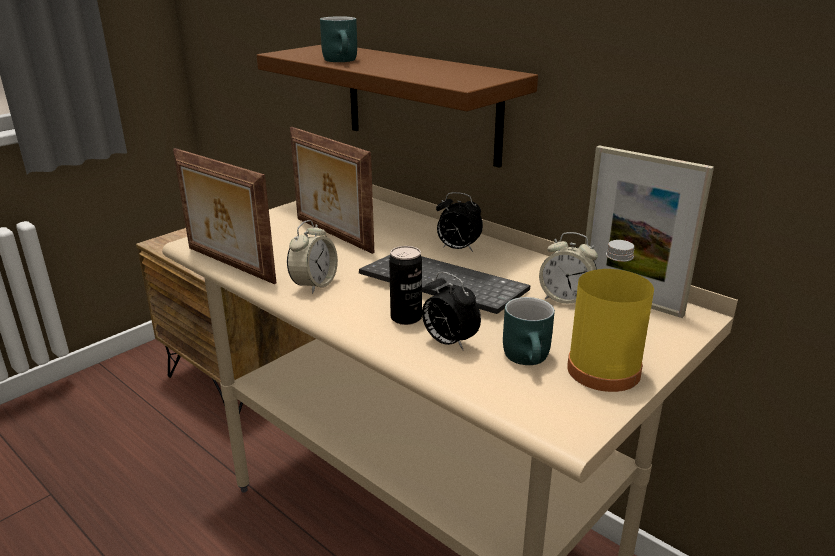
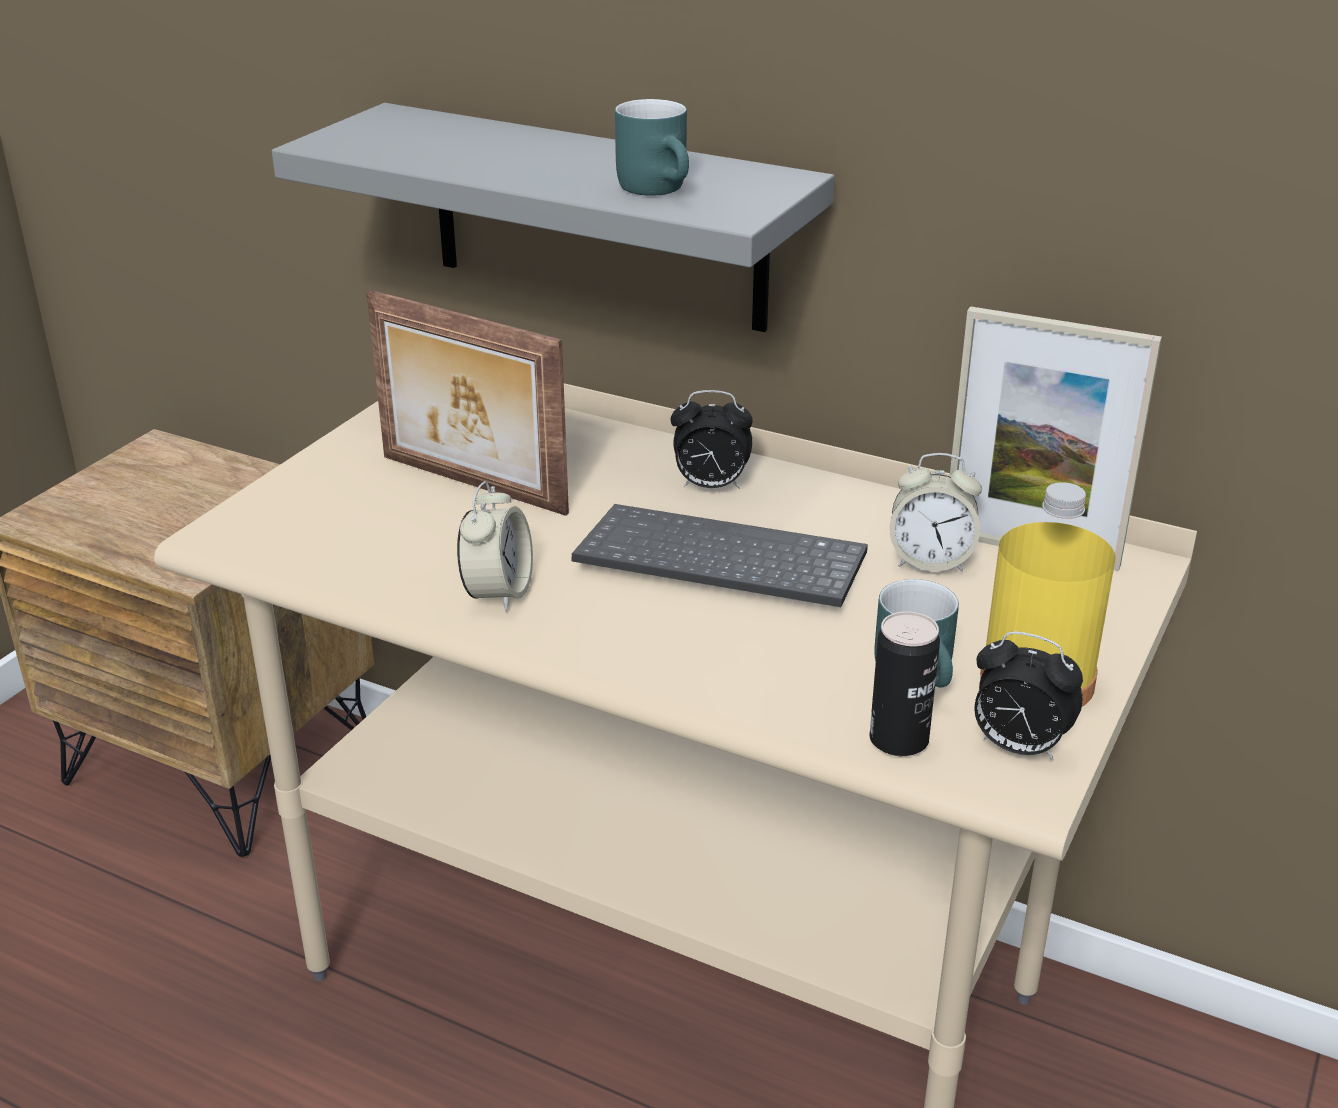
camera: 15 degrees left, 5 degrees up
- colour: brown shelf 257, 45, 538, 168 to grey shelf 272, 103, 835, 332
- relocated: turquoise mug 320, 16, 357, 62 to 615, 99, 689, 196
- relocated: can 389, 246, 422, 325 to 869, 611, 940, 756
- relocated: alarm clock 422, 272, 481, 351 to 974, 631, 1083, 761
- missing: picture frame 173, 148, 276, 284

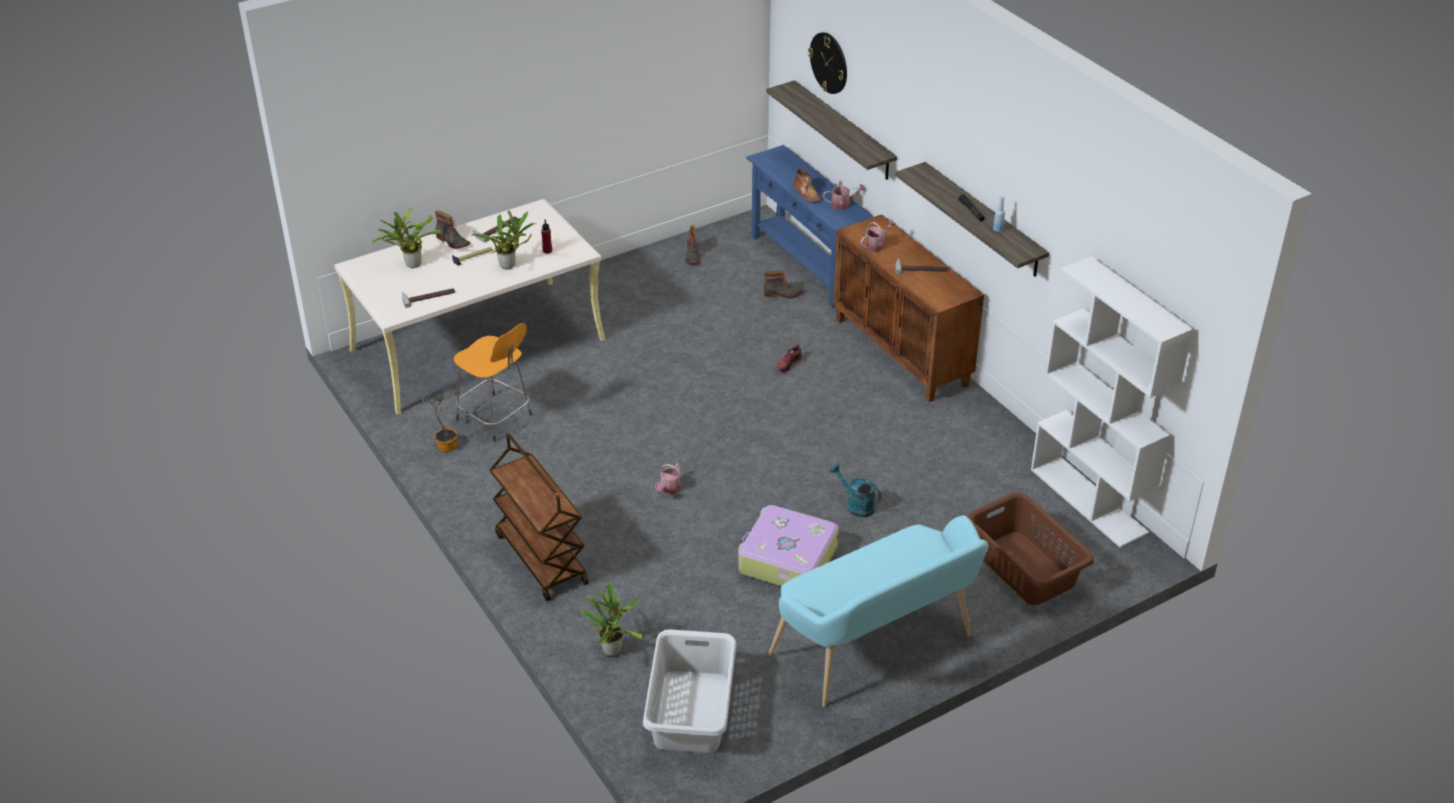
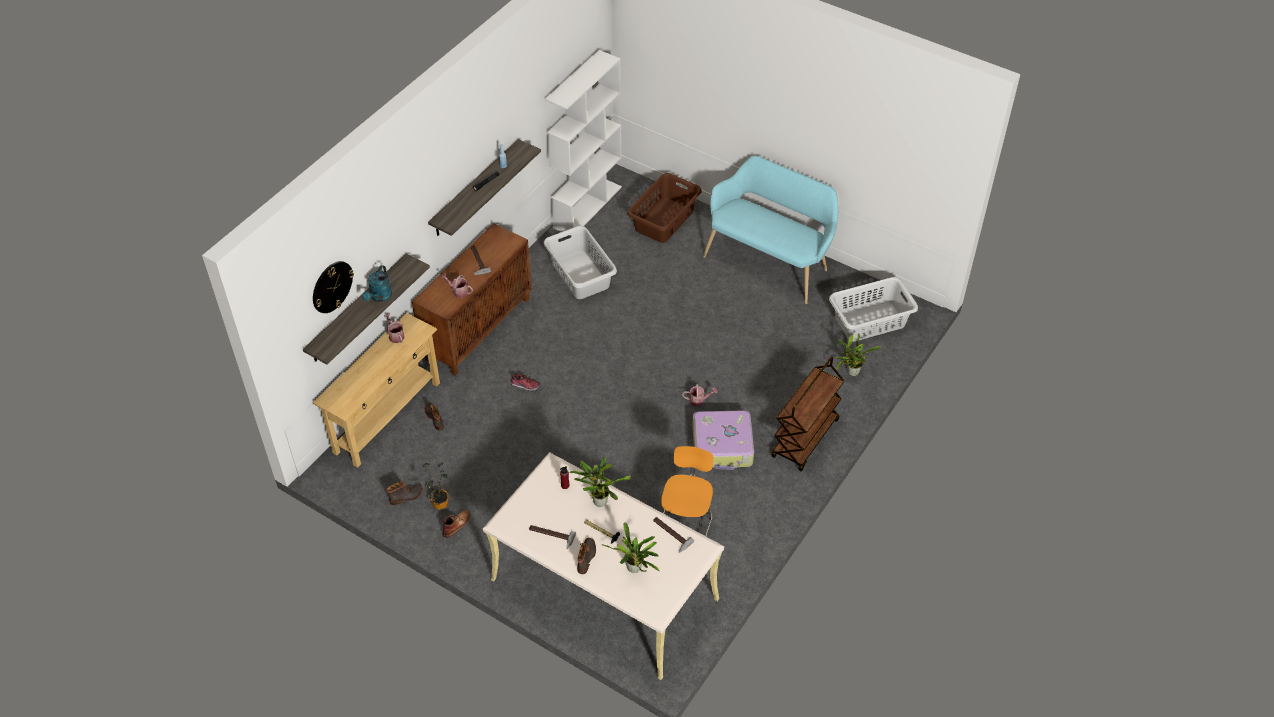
camera: 115 degrees left, 10 degrees up
- colour: blue console table 746, 145, 874, 308 to beige console table 313, 313, 440, 468
- relocated: turquoise watering can 830, 463, 881, 517 to 362, 265, 392, 302
- relocated: potted plant 421, 389, 461, 452 to 422, 463, 449, 509
- relocated: brown boot 793, 168, 821, 203 to 442, 510, 470, 538
- appeared: grey laundry basket 543, 226, 617, 299
- relocated: suitcase 738, 505, 839, 586 to 692, 410, 754, 470

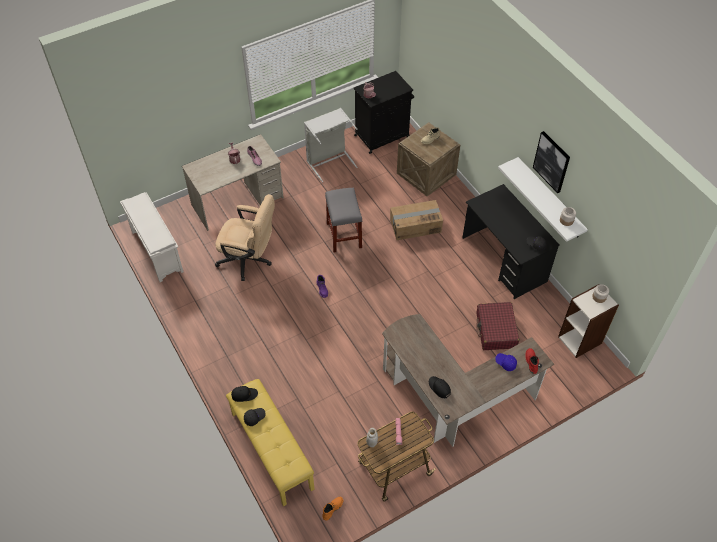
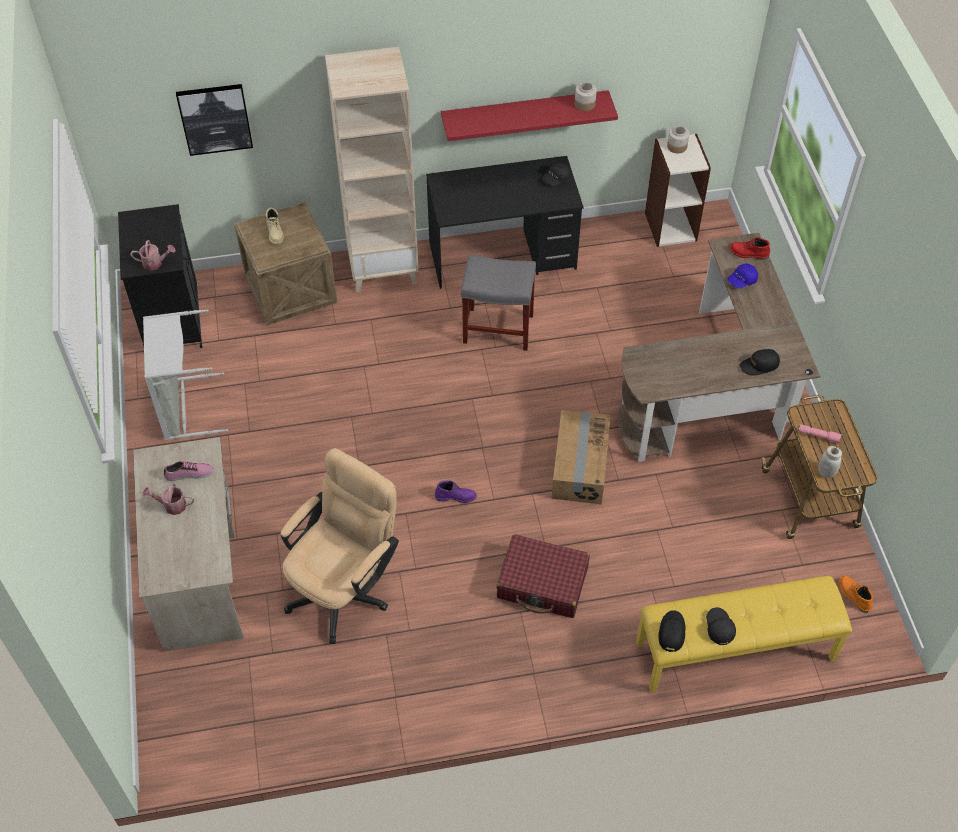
camera: 70 degrees left, 0 degrees up
- relocated: picture 533, 131, 570, 193 to 176, 84, 253, 156
- appeared: beige bookcase 325, 47, 419, 292
- colour: white shelf 498, 157, 588, 242 to red shelf 441, 90, 618, 141
- relocated: grey stool 325, 188, 362, 252 to 461, 254, 536, 351
- relocated: red suitcase 477, 302, 519, 350 to 496, 534, 590, 618
- relocated: cardboard box 390, 200, 443, 240 to 551, 410, 611, 504
- missing: white shoe rack 120, 192, 184, 282

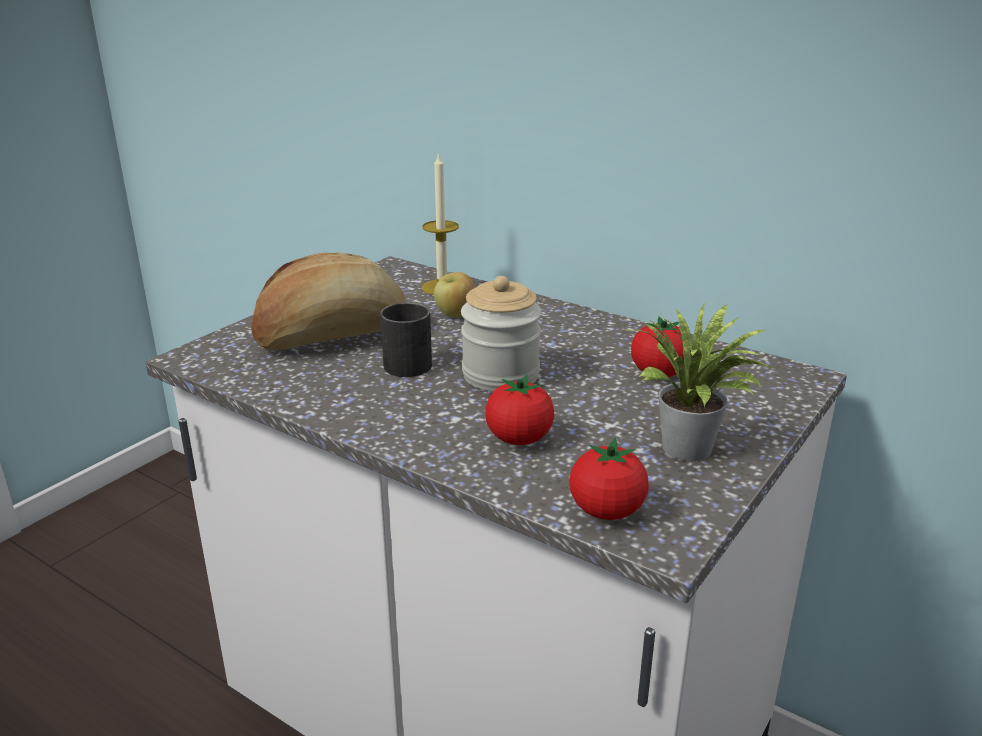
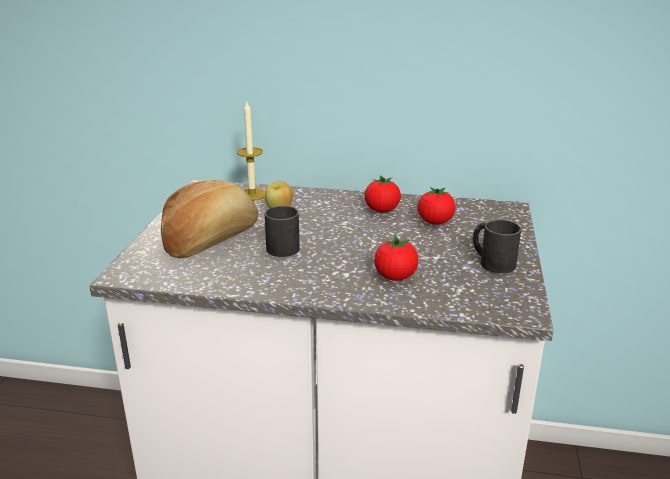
camera: 25 degrees left, 0 degrees up
- relocated: tomato 570, 438, 649, 520 to 365, 175, 401, 212
- exchanged: potted plant 627, 304, 775, 461 to black mug 473, 219, 521, 273
- missing: jar 461, 276, 542, 392

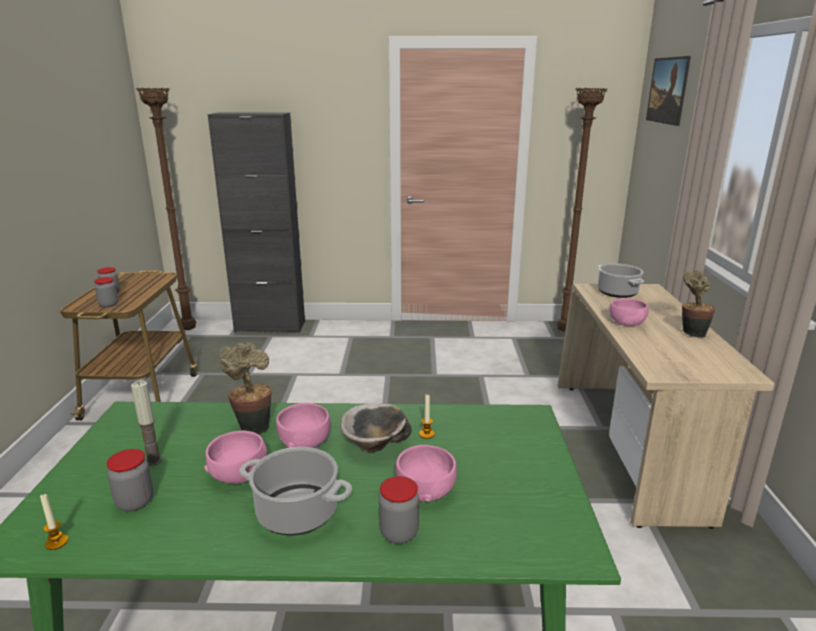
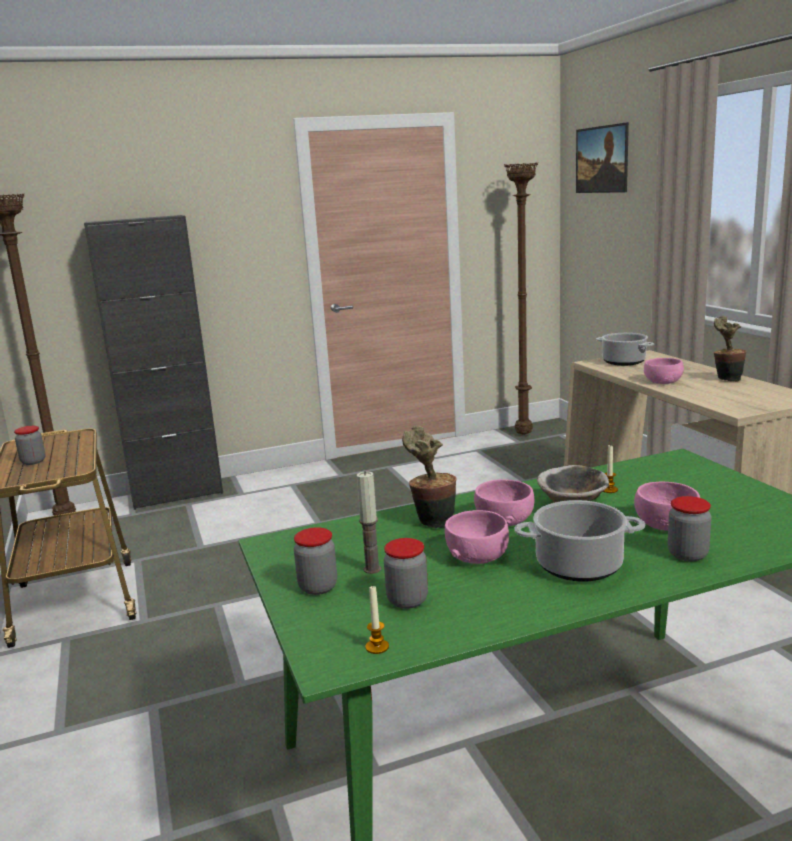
camera: 20 degrees left, 5 degrees down
- relocated: jar 94, 277, 118, 307 to 294, 527, 337, 595

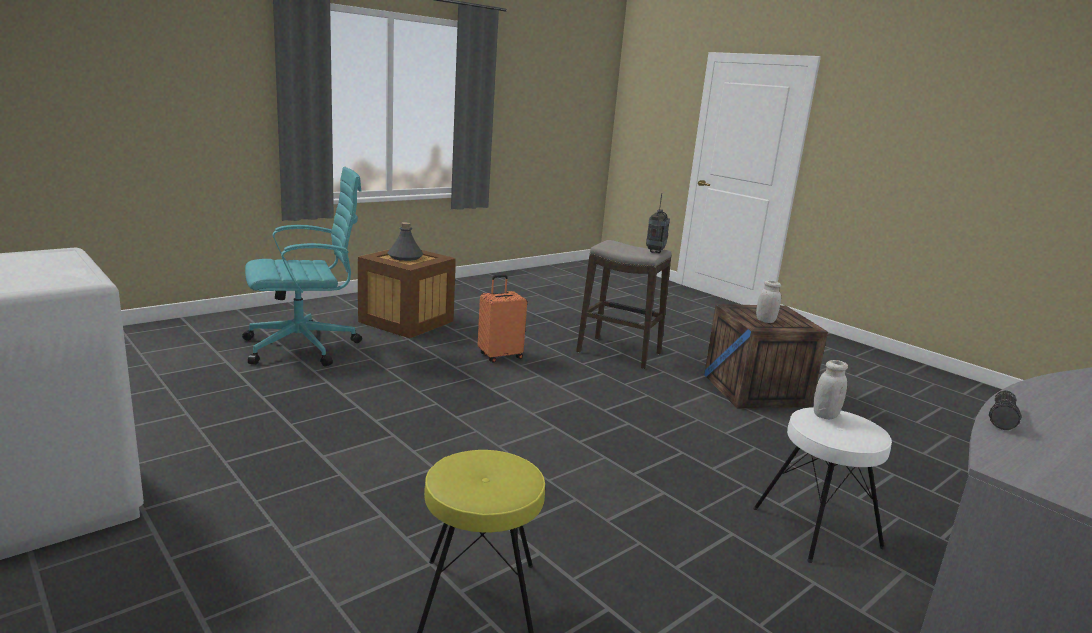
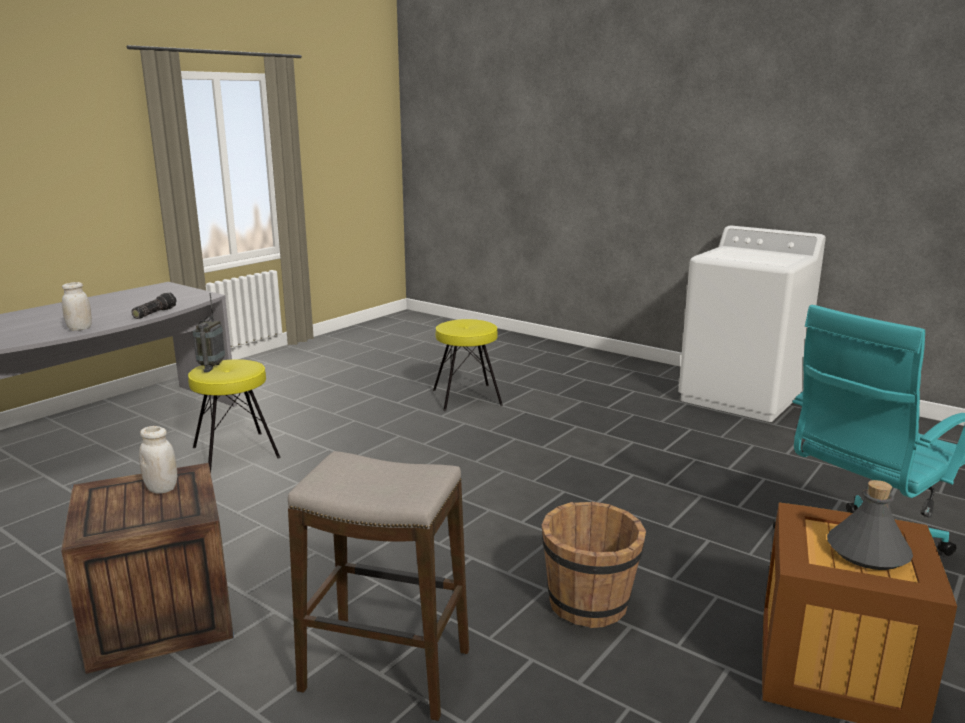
camera: 170 degrees right, 0 degrees up
- relocated: white jar 814, 360, 848, 419 to 62, 282, 92, 331
- colour: white stool 753, 407, 892, 563 to yellow stool 188, 359, 281, 473
- relocated: radio 646, 193, 670, 253 to 193, 293, 225, 372
- exchanged: orange suitcase 478, 275, 527, 363 to brown bucket 542, 502, 646, 628

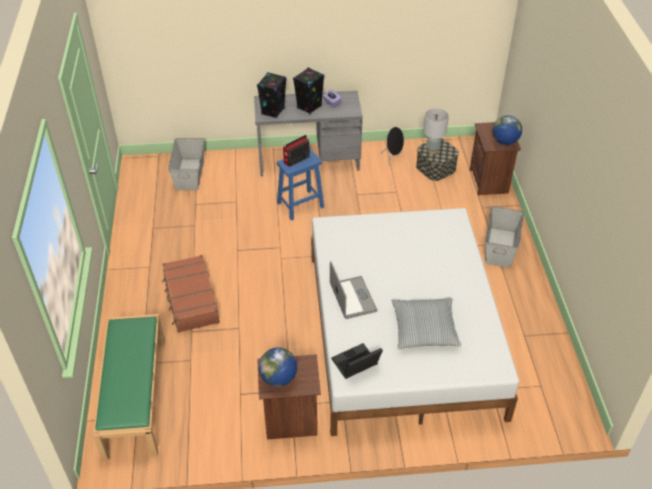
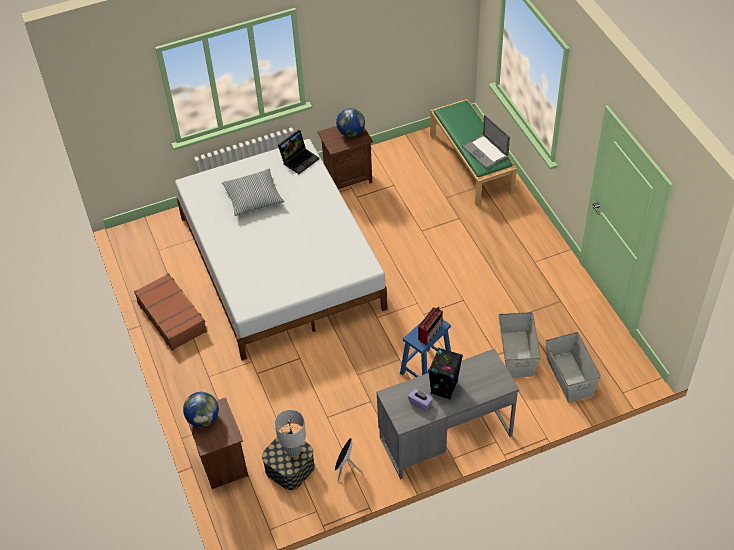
camera: 165 degrees right, 5 degrees up
- relocated: brown suitcase 162, 255, 220, 333 to 134, 273, 207, 350
- relocated: laptop 330, 261, 377, 319 to 462, 115, 510, 169
- relocated: grey storage box 485, 206, 524, 268 to 498, 312, 541, 378
- missing: black speaker 257, 72, 287, 118

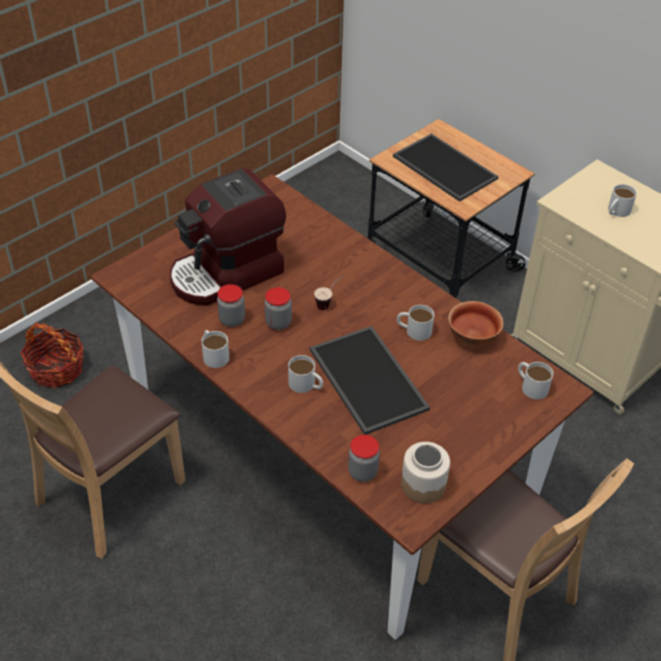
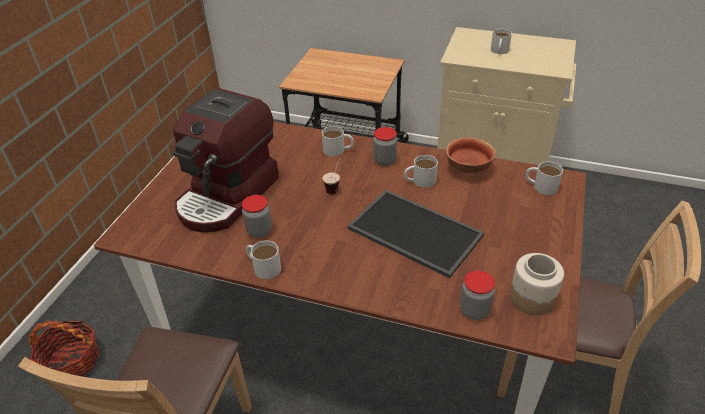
camera: 25 degrees left, 5 degrees down
- relocated: white mug 288, 355, 323, 393 to 322, 126, 354, 157
- relocated: jar 265, 287, 292, 330 to 373, 127, 397, 166
- missing: tray 393, 134, 498, 202

